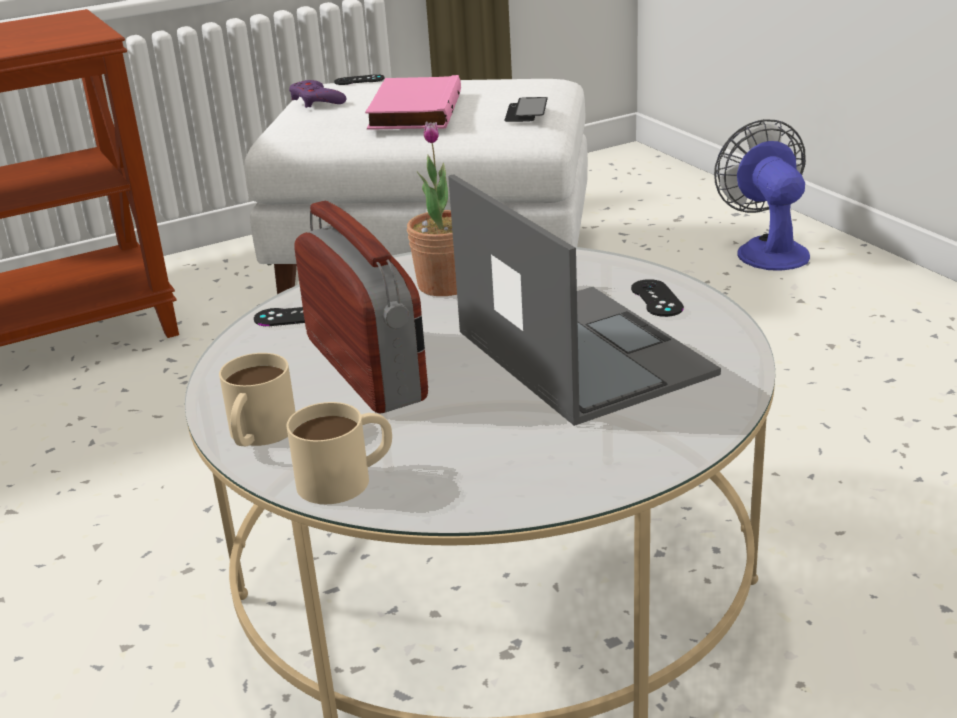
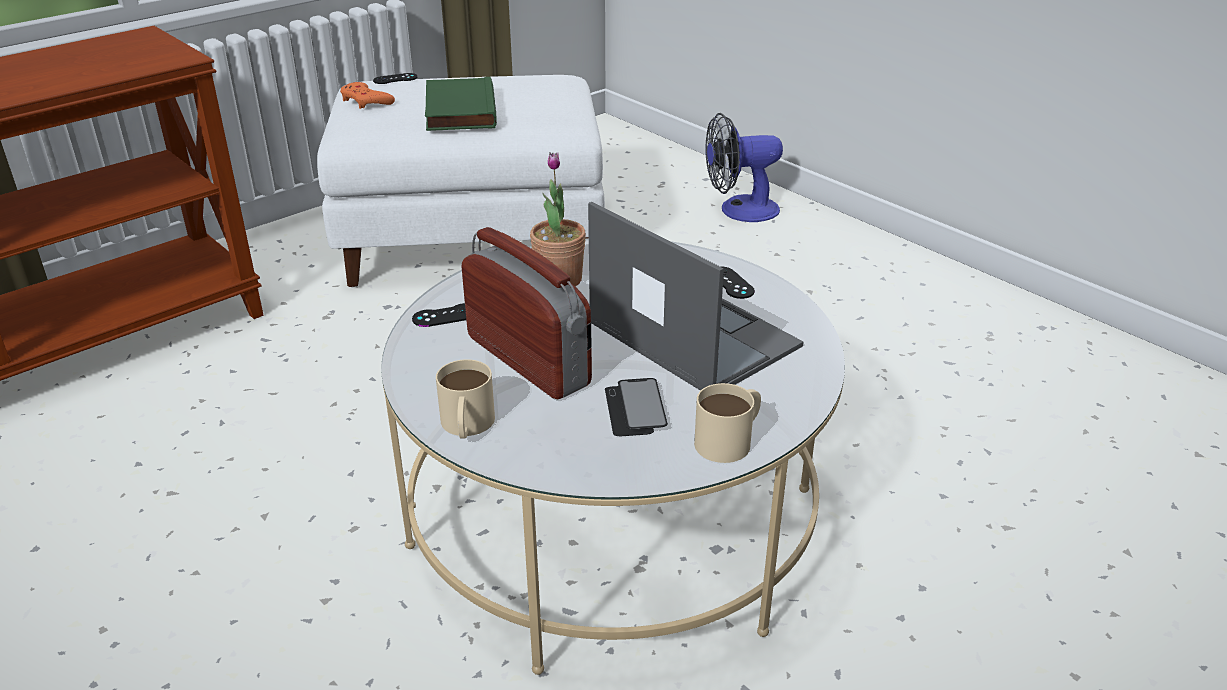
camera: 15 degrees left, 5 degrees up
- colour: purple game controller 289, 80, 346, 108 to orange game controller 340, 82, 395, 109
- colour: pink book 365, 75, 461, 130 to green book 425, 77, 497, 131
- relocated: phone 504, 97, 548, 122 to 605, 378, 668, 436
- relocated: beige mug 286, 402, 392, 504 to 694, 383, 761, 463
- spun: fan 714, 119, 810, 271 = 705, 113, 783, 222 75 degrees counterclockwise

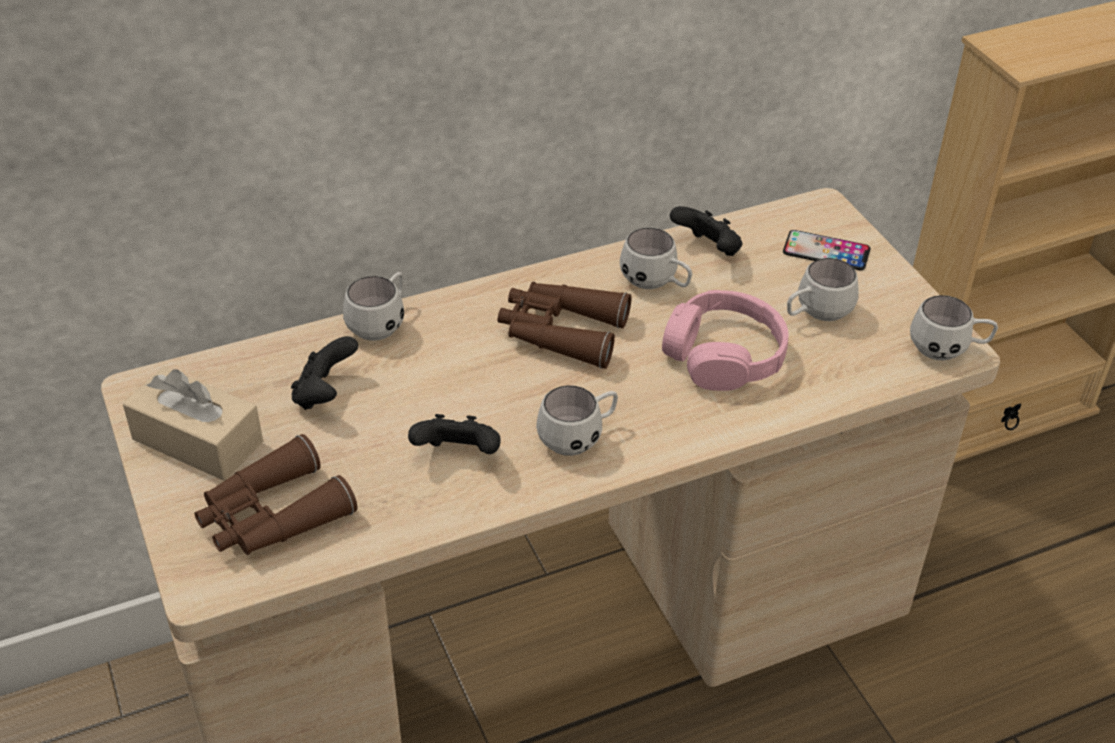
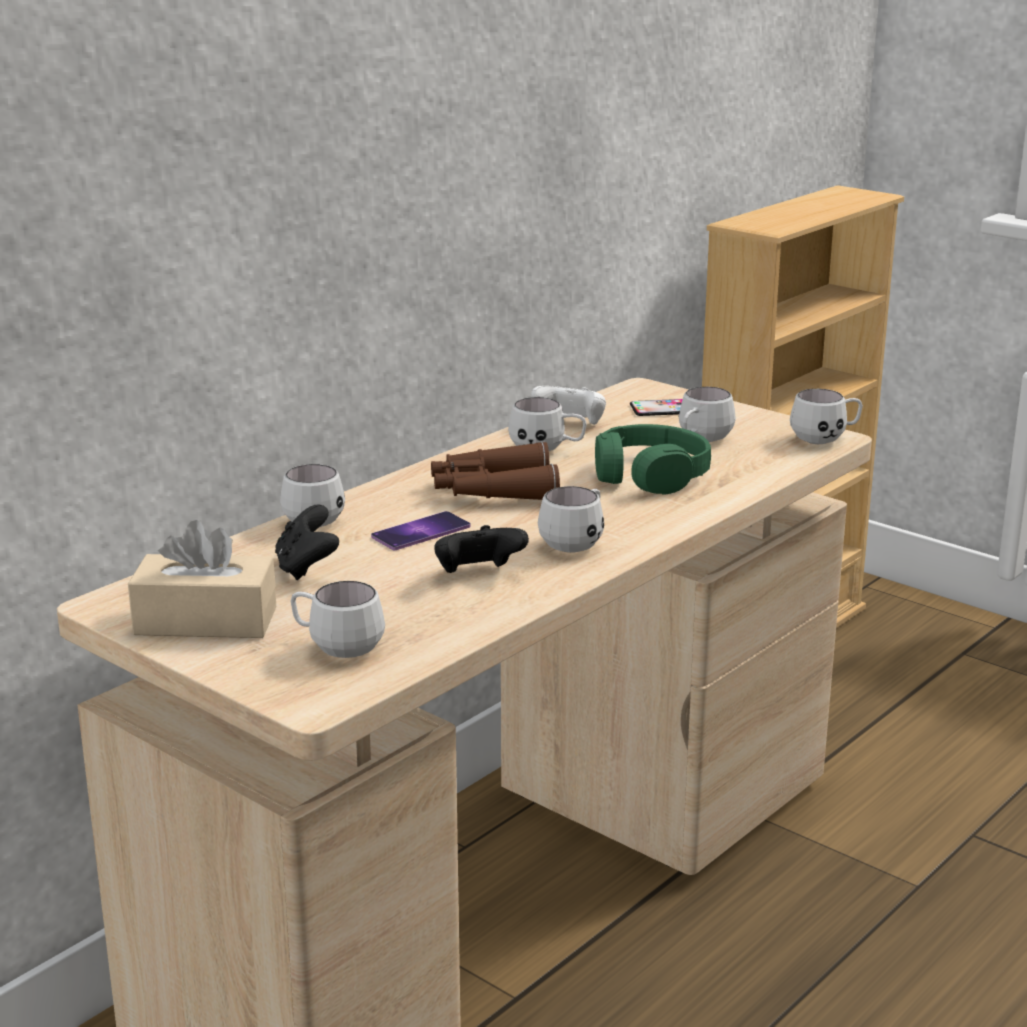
camera: 25 degrees left, 20 degrees down
- exchanged: brown binoculars 194, 434, 357, 555 to white mug 291, 581, 385, 658
- appeared: phone 371, 511, 471, 550
- colour: black game controller 670, 206, 742, 256 to white game controller 531, 386, 606, 425
- colour: pink headphones 662, 290, 789, 391 to green headphones 595, 424, 711, 495

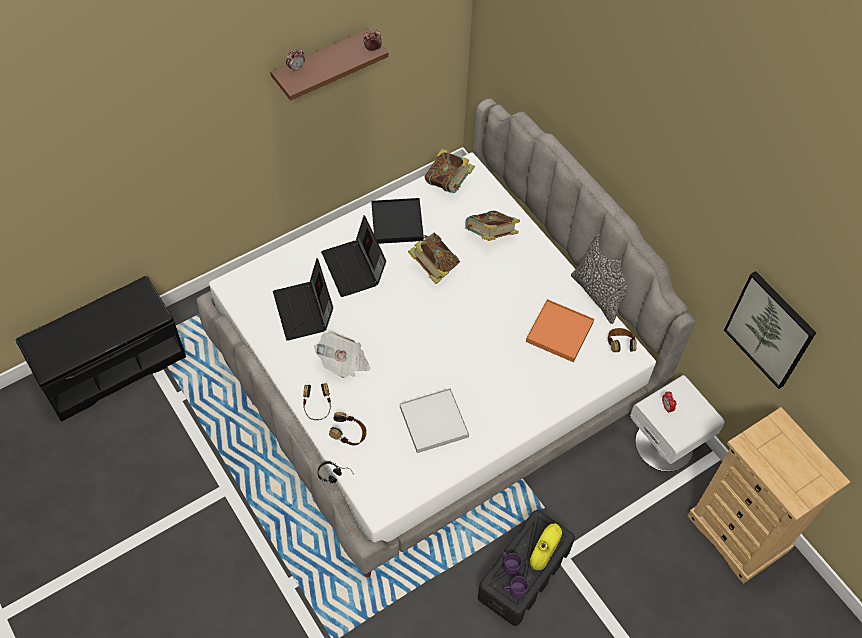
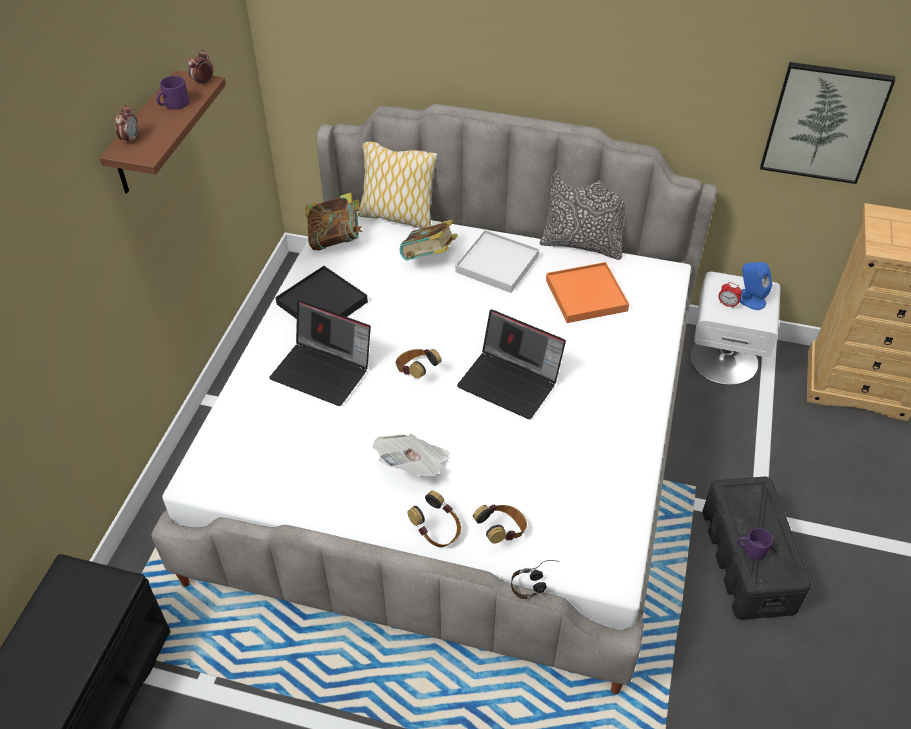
camera: 40 degrees left, 10 degrees down
- relocated: purple mug 503, 576, 528, 599 to 156, 76, 189, 110
- appeared: pillow 358, 142, 437, 229
- relocated: headphones 607, 328, 637, 352 to 396, 349, 442, 378
- relocated: white tray 400, 388, 469, 453 to 456, 230, 539, 293
- relocated: laptop 273, 258, 333, 341 to 457, 309, 566, 419
- appeared: blue speaker 740, 262, 772, 310
- missing: book 408, 232, 460, 284
- missing: yellow vase 530, 523, 562, 570

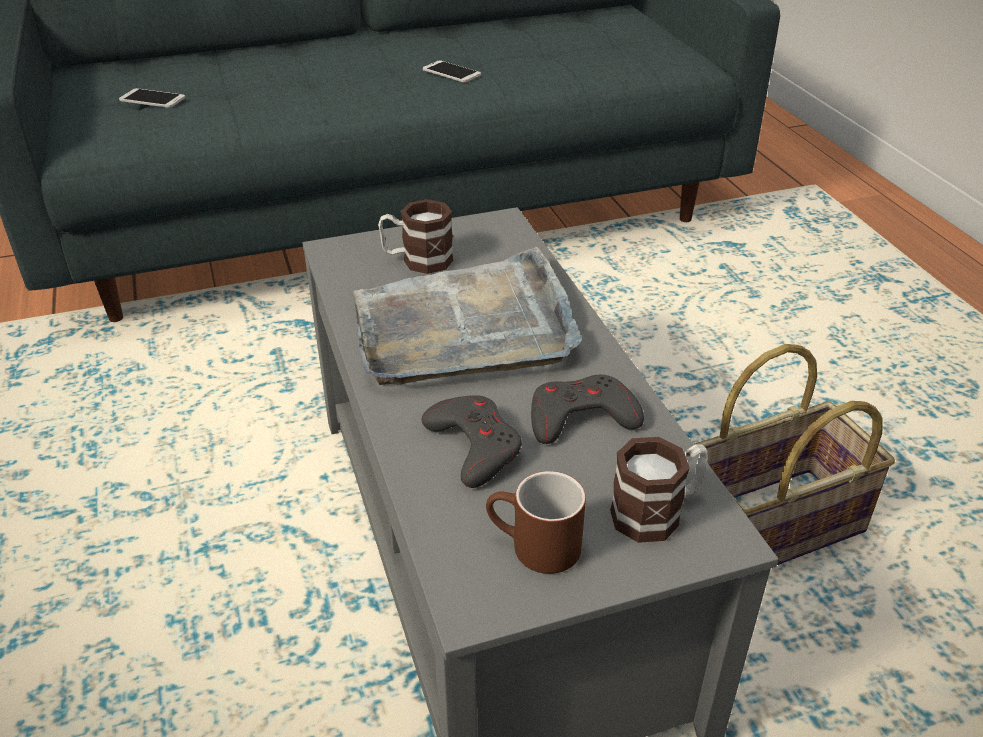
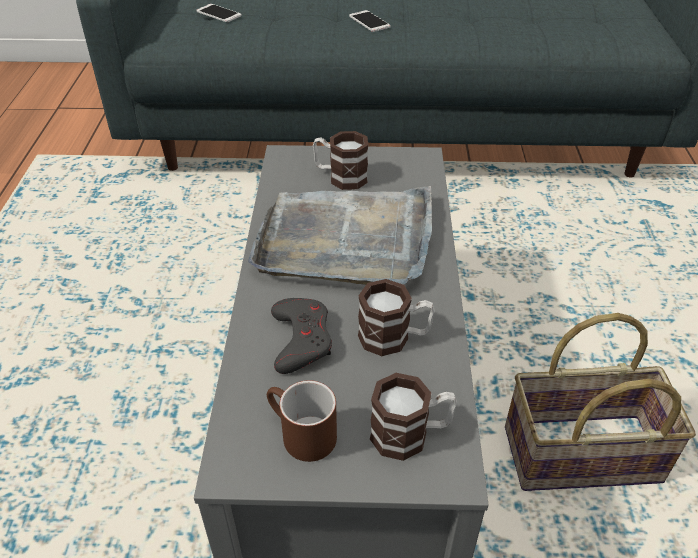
camera: 20 degrees right, 5 degrees up
- relocated: phone 423, 60, 481, 83 to 349, 10, 391, 32
- exchanged: grey game controller 531, 375, 644, 444 to mug 358, 279, 435, 356

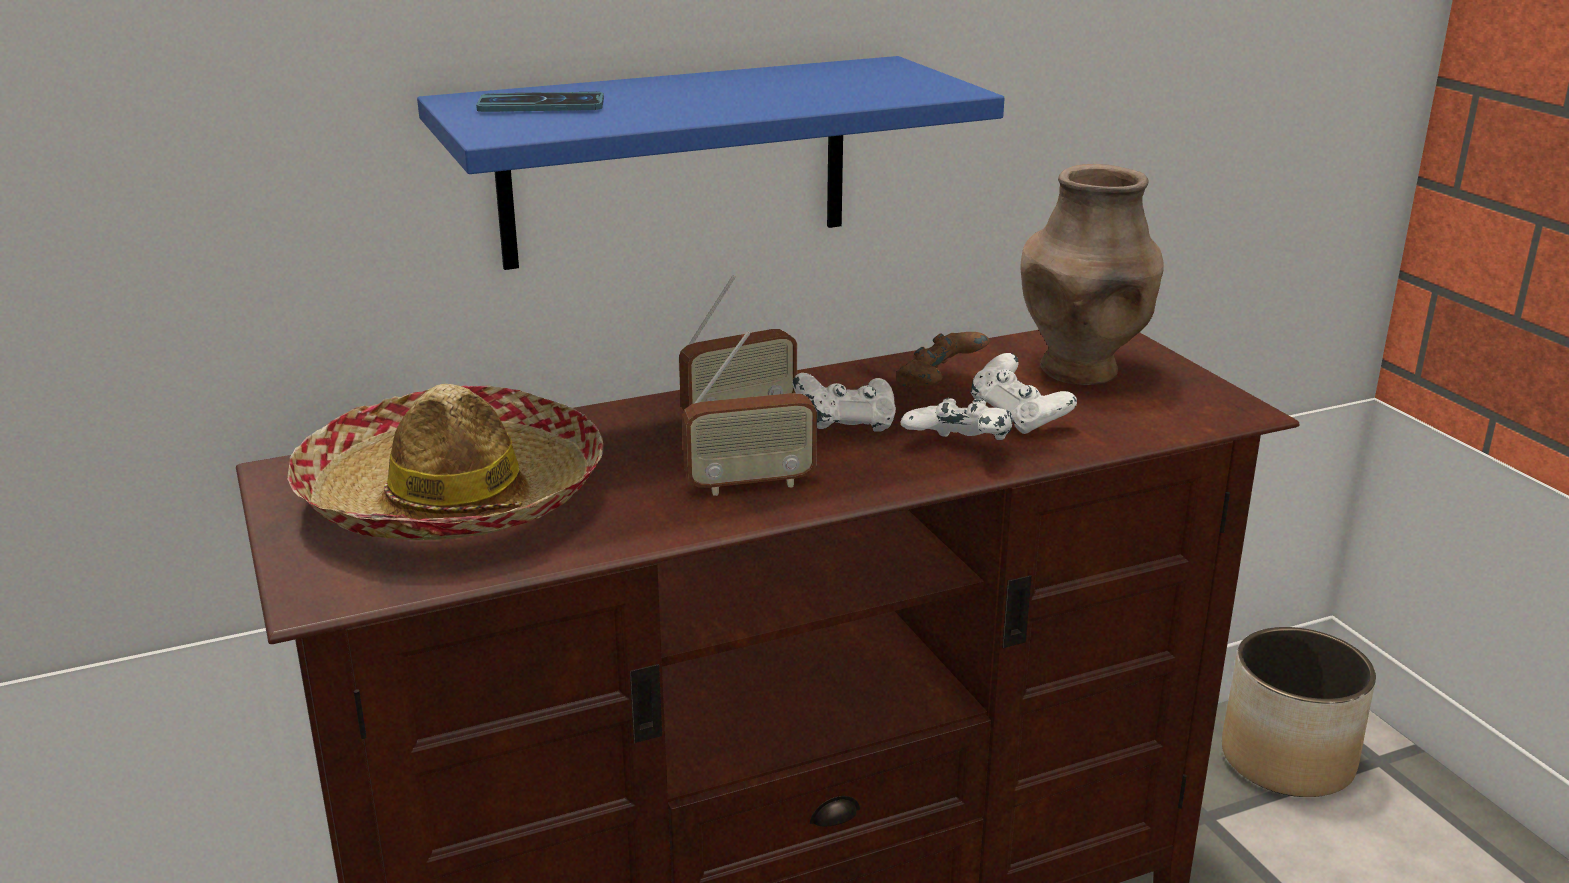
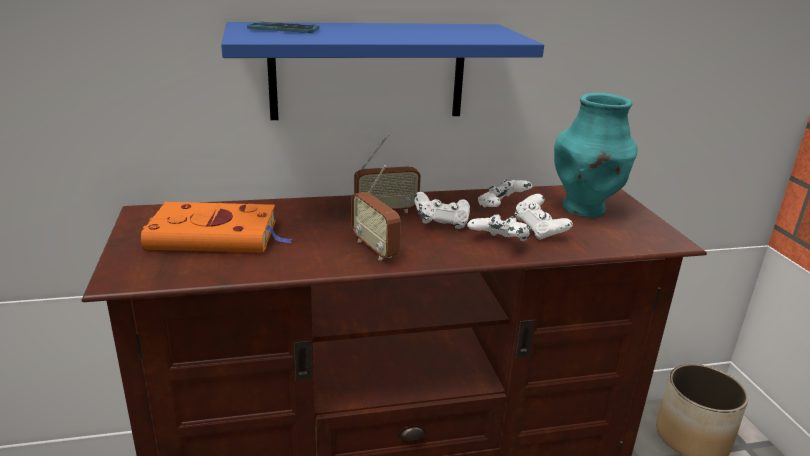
camera: 10 degrees right, 0 degrees up
- exchanged: hat 287, 384, 603, 540 to orange book 141, 202, 292, 252
- spun: radio 682, 331, 817, 496 = 351, 165, 401, 260 60 degrees clockwise
- colour: brown game controller 896, 332, 990, 388 to white game controller 478, 180, 533, 207
- colour: brown vase 1021, 164, 1164, 385 to turquoise vase 554, 93, 638, 218

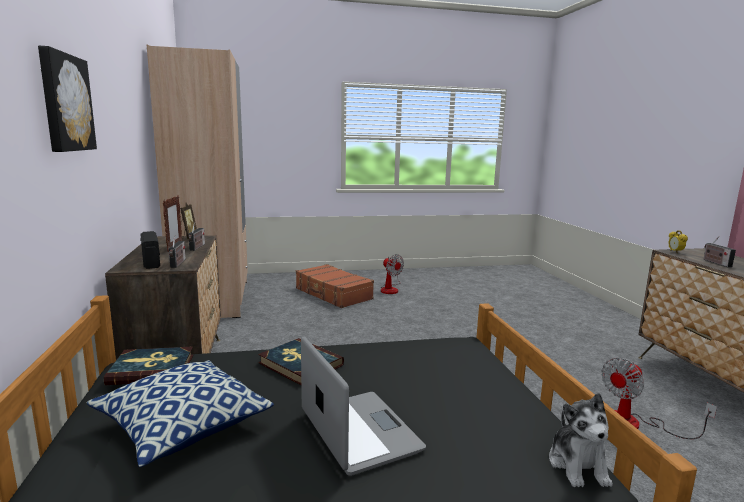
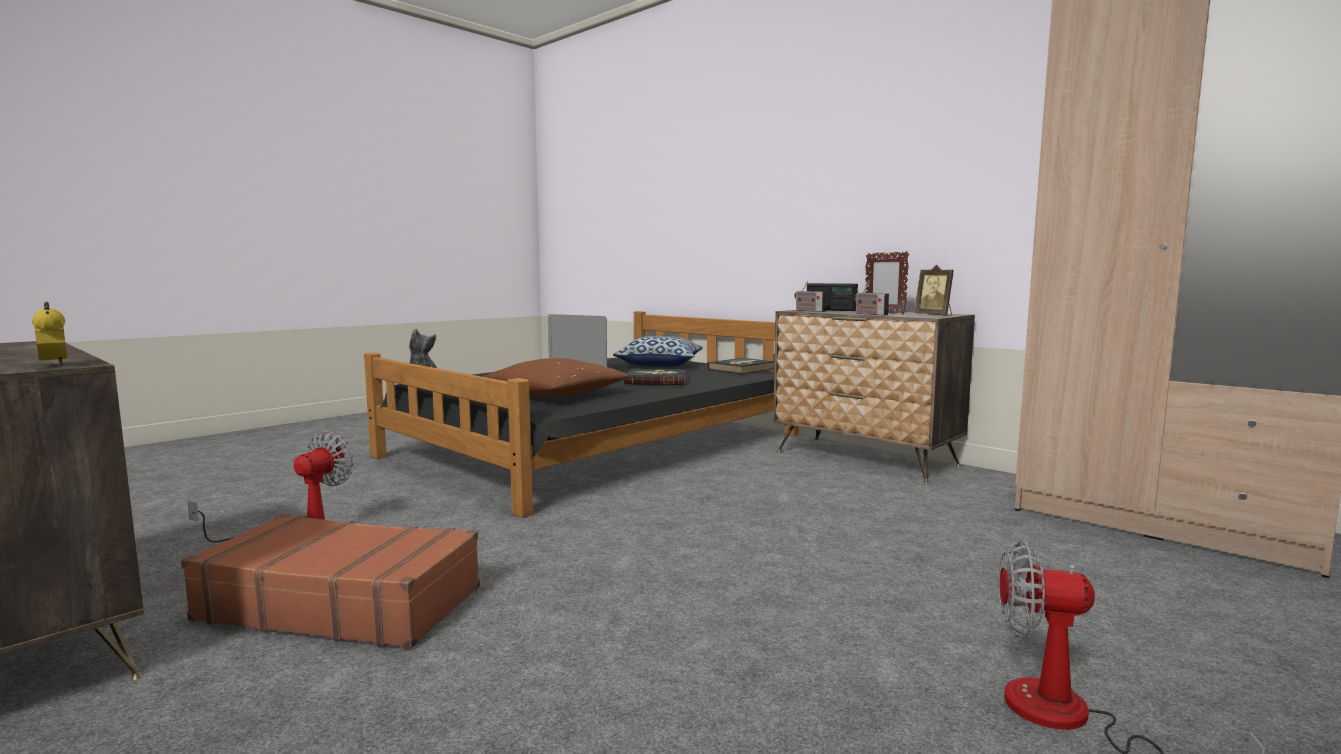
camera: 145 degrees right, 5 degrees down
- relocated: brown suitcase 296, 264, 374, 308 to 181, 514, 480, 649
- appeared: brown pillow 483, 358, 629, 397
- missing: picture 38, 46, 97, 152
- missing: radio 703, 236, 736, 267

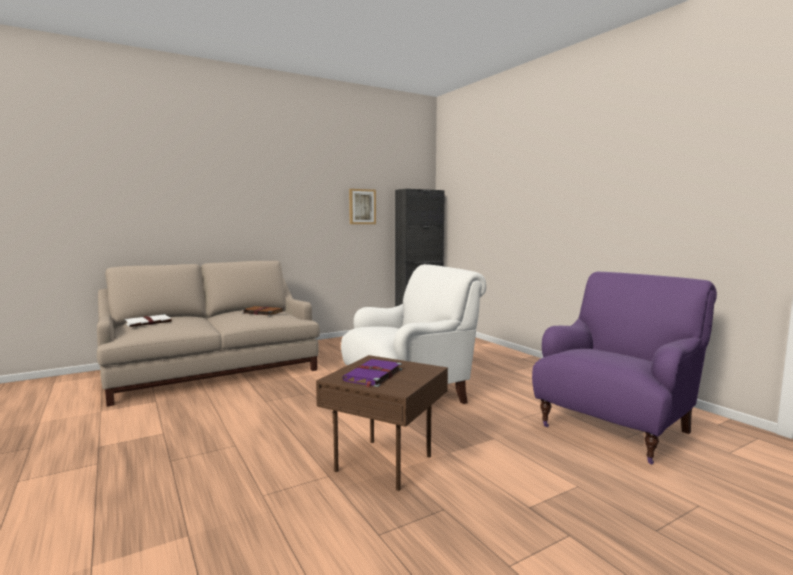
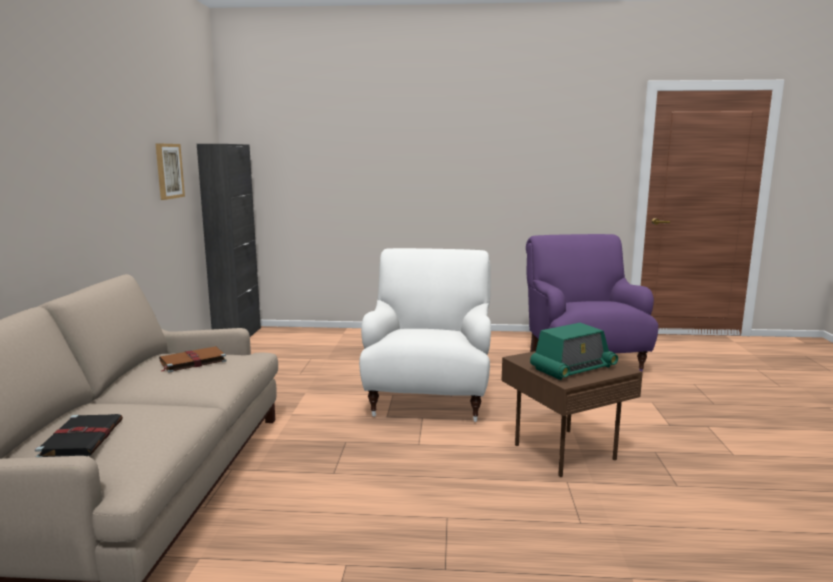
camera: 55 degrees left, 5 degrees up
- colour: white book 124, 314, 172, 327 to black book 35, 414, 123, 457
- exchanged: purple book 342, 359, 402, 388 to radio 530, 323, 618, 380

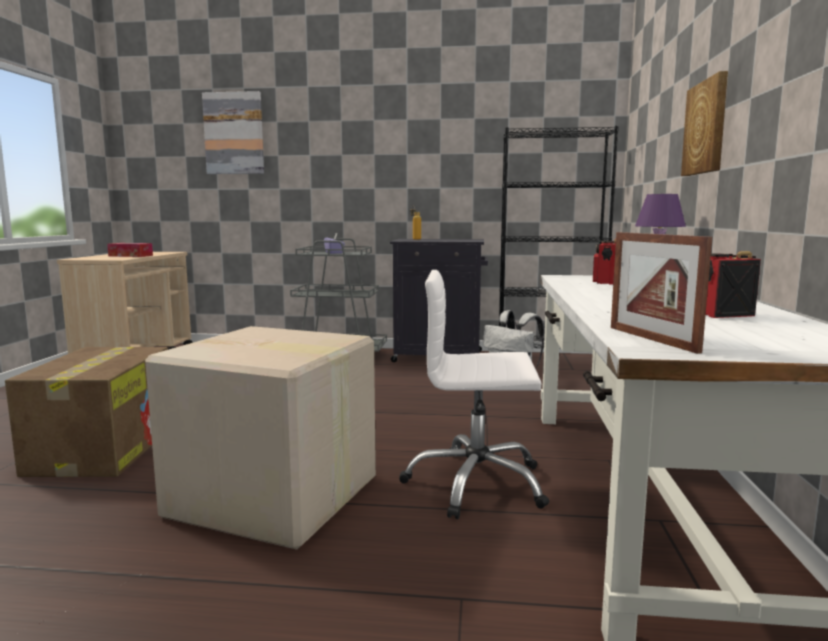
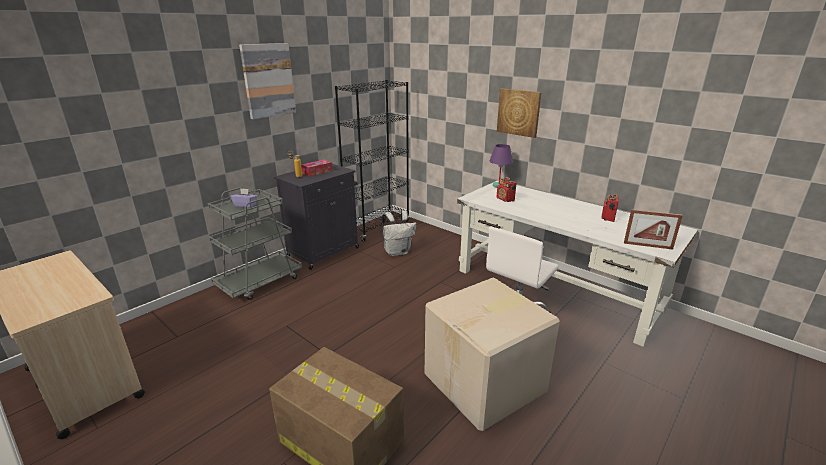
camera: 55 degrees left, 15 degrees up
- relocated: picture 202, 91, 264, 174 to 239, 43, 296, 119
- relocated: tissue box 107, 243, 153, 257 to 301, 160, 332, 177

